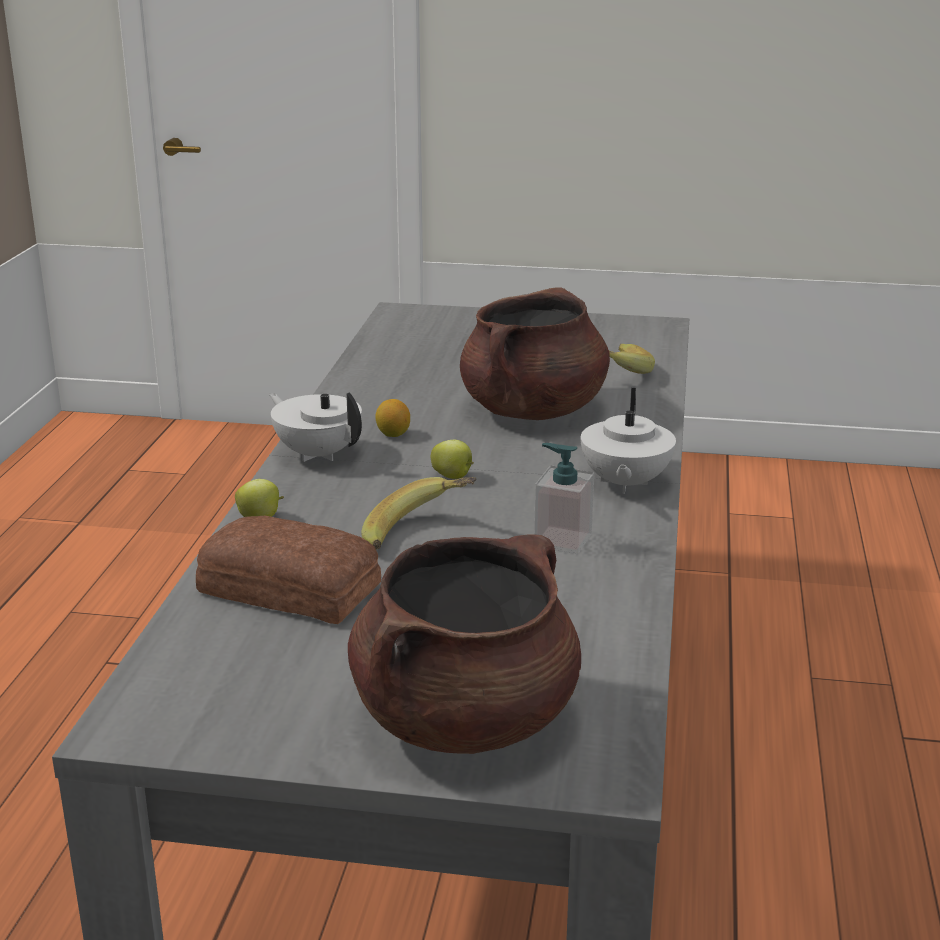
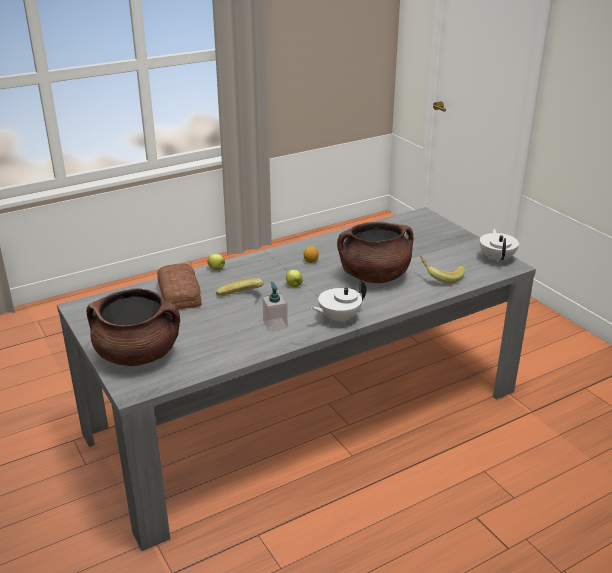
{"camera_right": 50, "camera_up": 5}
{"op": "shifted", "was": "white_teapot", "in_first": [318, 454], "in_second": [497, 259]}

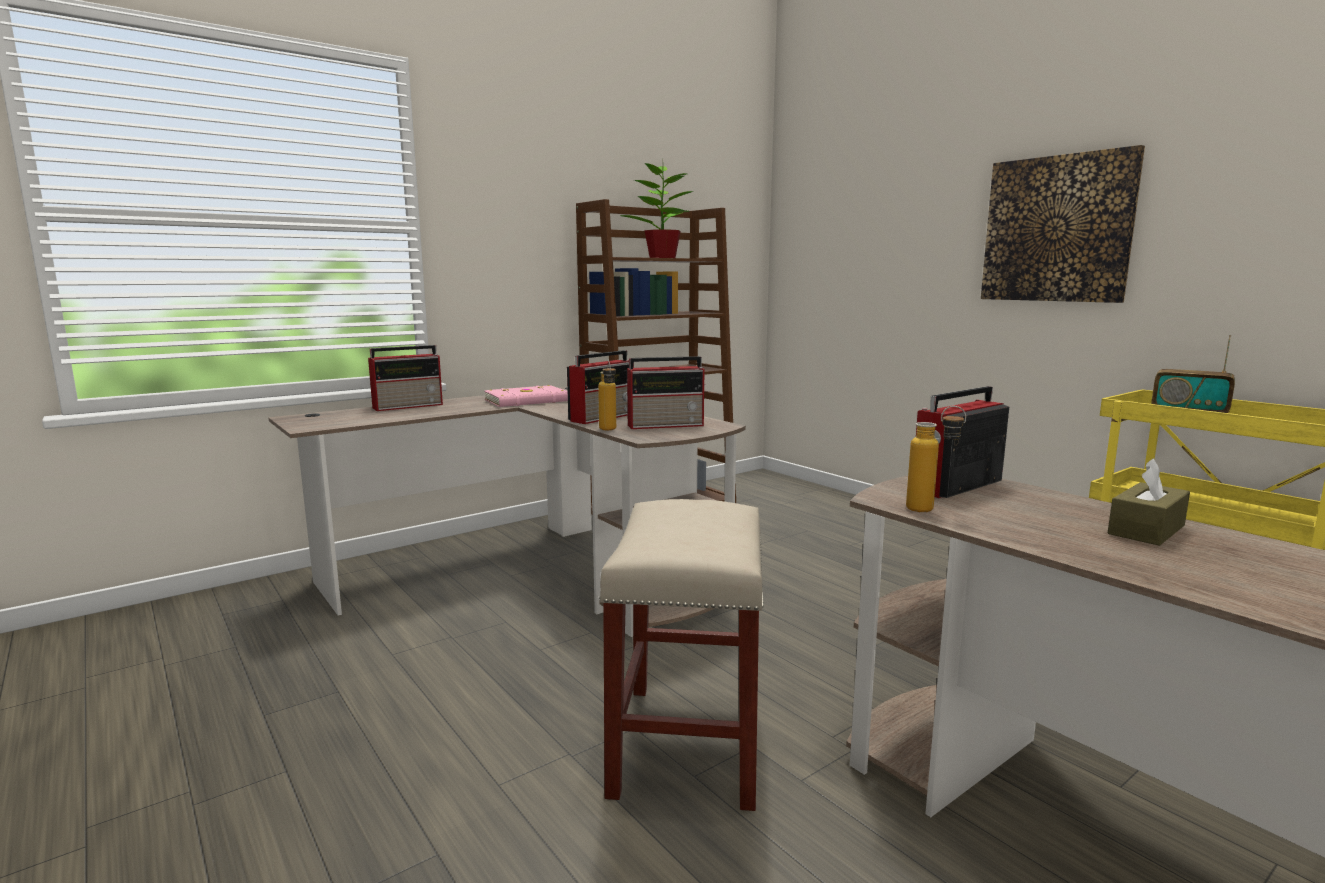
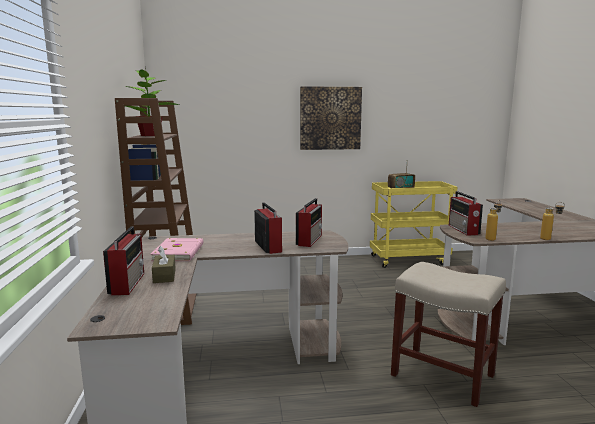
{"camera_right": -60, "camera_up": 0}
{"op": "shifted", "was": "bottle", "in_first": [608, 430], "in_second": [550, 239]}
{"op": "shifted", "was": "brown_tissue_box", "in_first": [1146, 530], "in_second": [164, 276]}

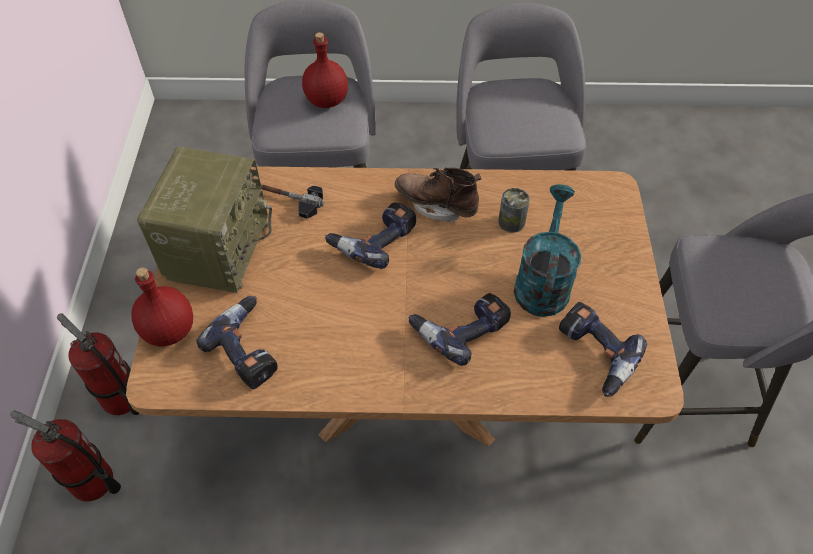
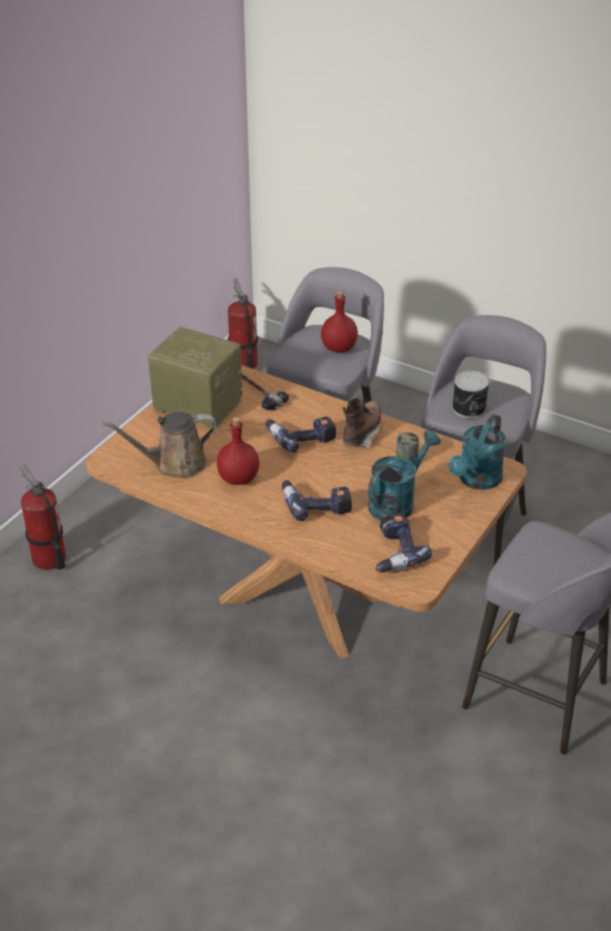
{"camera_right": 30, "camera_up": -15}
{"op": "new", "now": "turquoise_watering_can", "in_second": [476, 481]}
{"op": "new", "now": "can", "in_second": [469, 408]}
{"op": "shifted", "was": "fire_extinguisher", "in_first": [121, 398], "in_second": [243, 364]}
{"op": "shifted", "was": "red_bottle", "in_first": [169, 329], "in_second": [239, 478]}
{"op": "swapped", "was": "power_drill", "now": "brown_watering_can", "in_first": [249, 348], "in_second": [175, 464]}
{"op": "rotated", "was": "radio", "in_first": [217, 248], "in_second": [196, 406], "clockwise": -105}
{"op": "rotated", "was": "brown_boot", "in_first": [436, 205], "in_second": [361, 434], "clockwise": 60}

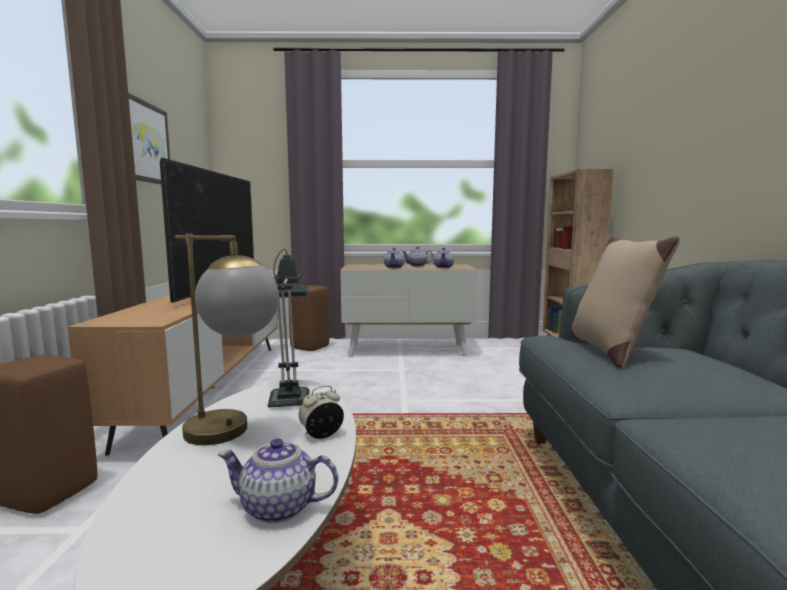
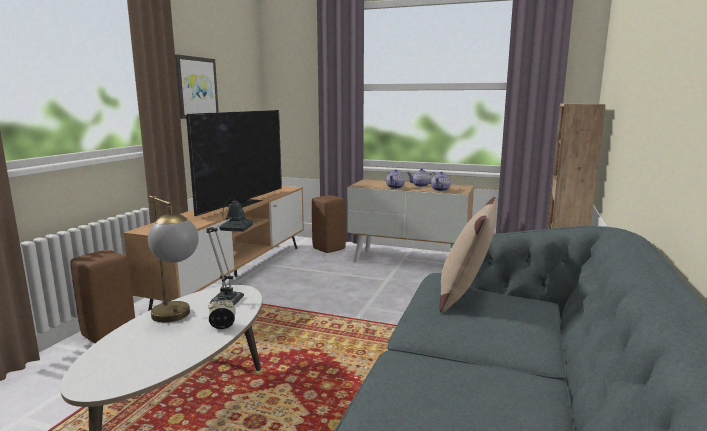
{"camera_right": 20, "camera_up": 5}
{"op": "gone", "was": "teapot", "in_first": [279, 508]}

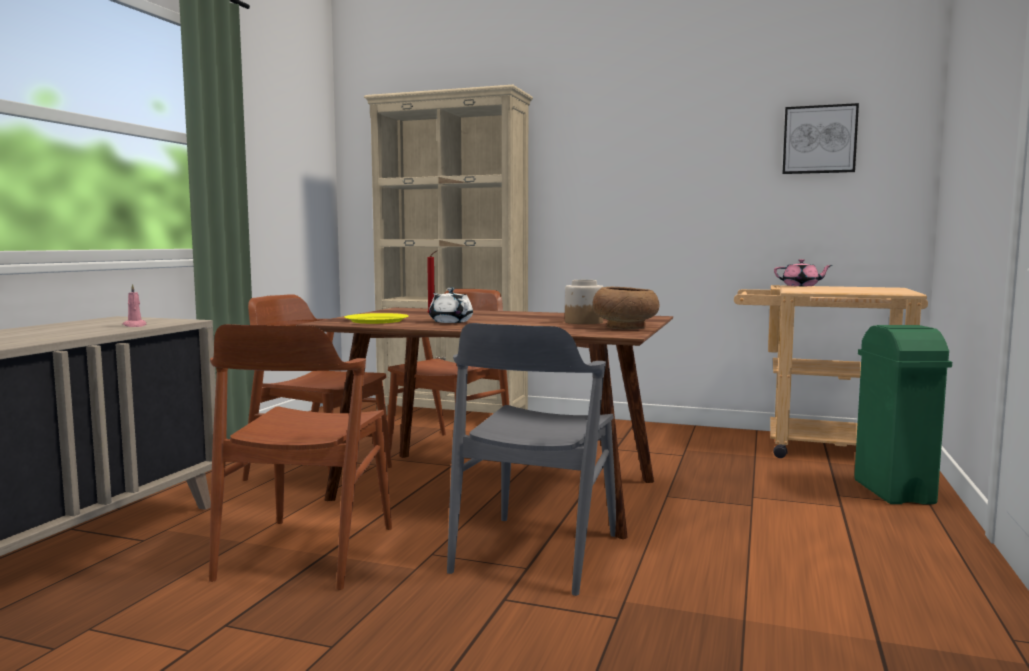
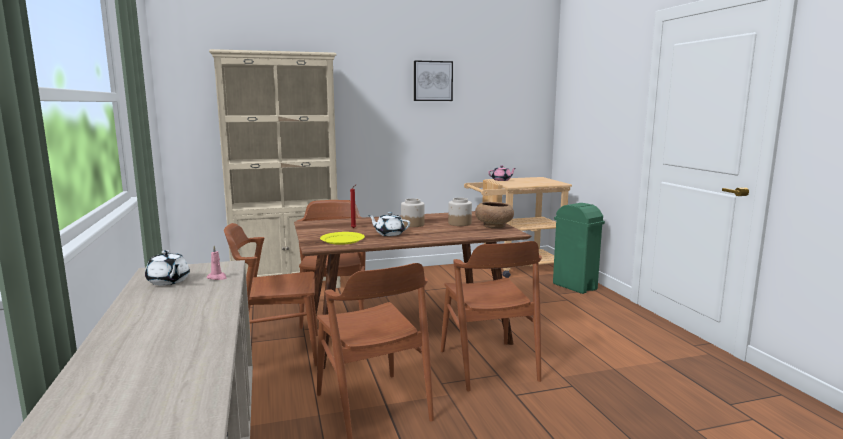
{"camera_right": -35, "camera_up": 5}
{"op": "new", "now": "white_teapot", "in_second": [168, 281]}
{"op": "new", "now": "jar", "in_second": [413, 224]}
{"op": "shifted", "was": "picture", "in_first": [819, 139], "in_second": [432, 81]}
{"op": "repainted", "was": "grey_chair", "now": "brown_chair", "in_first": [535, 553], "in_second": [488, 365]}

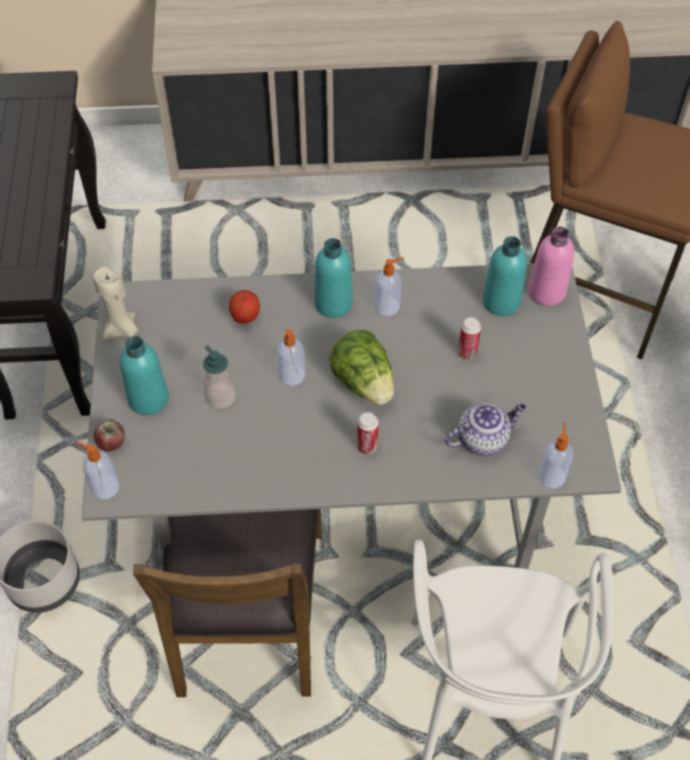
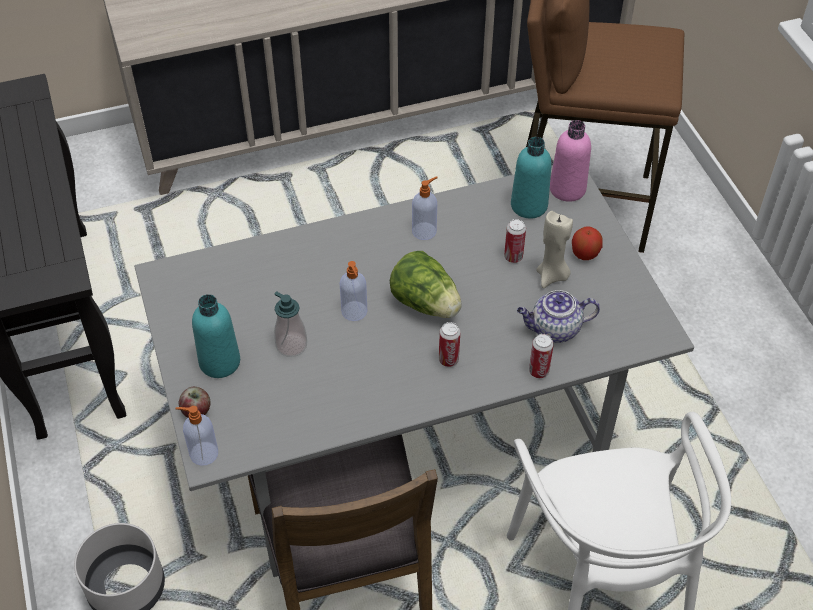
{"camera_right": -15, "camera_up": -5}
{"op": "gone", "was": "turquoise_bottle", "in_first": [333, 303]}
{"op": "gone", "was": "soap_dispenser", "in_first": [551, 475]}
{"op": "new", "now": "can", "in_second": [538, 371]}
{"op": "shifted", "was": "beige_candle", "in_first": [122, 330], "in_second": [552, 276]}
{"op": "shifted", "was": "apple", "in_first": [245, 316], "in_second": [585, 254]}
{"op": "rotated", "was": "teapot", "in_first": [483, 439], "in_second": [554, 329], "clockwise": -150}

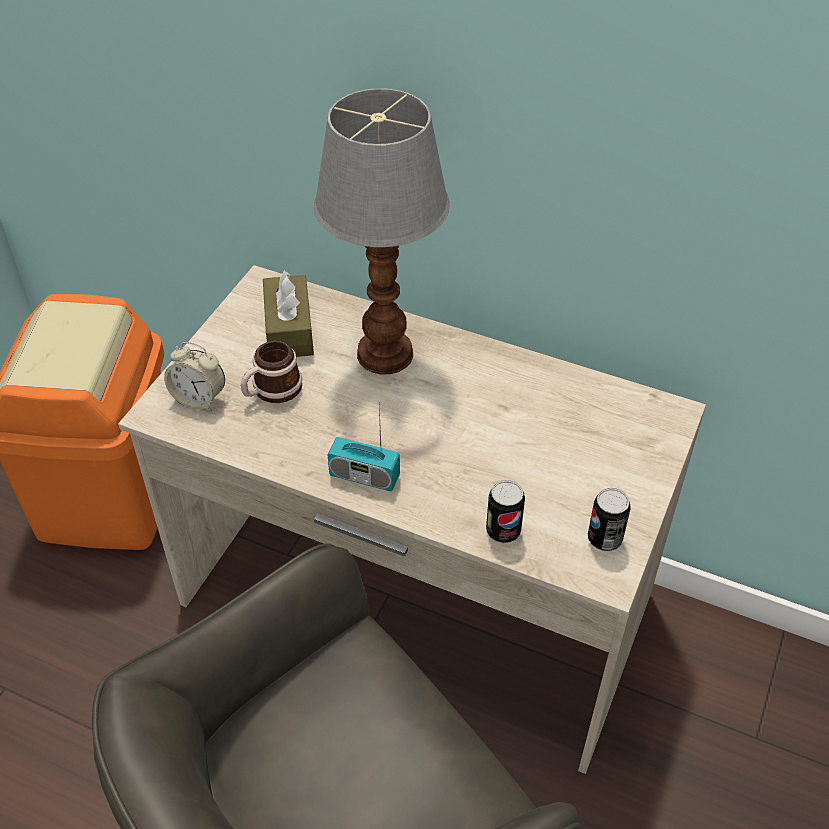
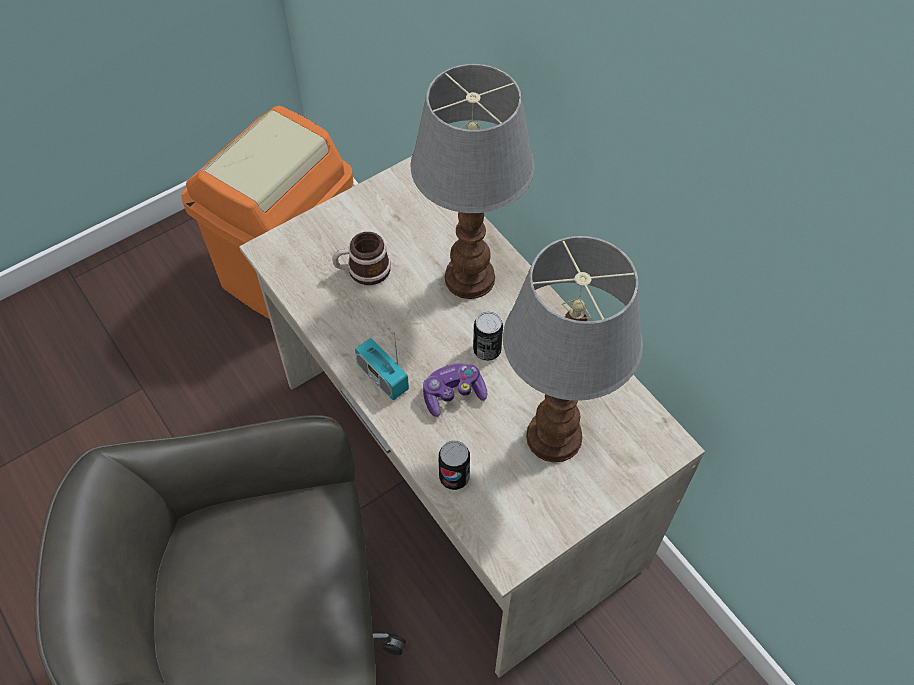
{"camera_right": 30, "camera_up": 10}
{"op": "gone", "was": "alarm_clock", "in_first": [199, 399]}
{"op": "gone", "was": "brown_tissue_box", "in_first": [289, 329]}
{"op": "new", "now": "game_controller", "in_second": [453, 394]}
{"op": "new", "now": "table_lamp", "in_second": [556, 438]}
{"op": "shifted", "was": "can", "in_first": [604, 539], "in_second": [487, 350]}

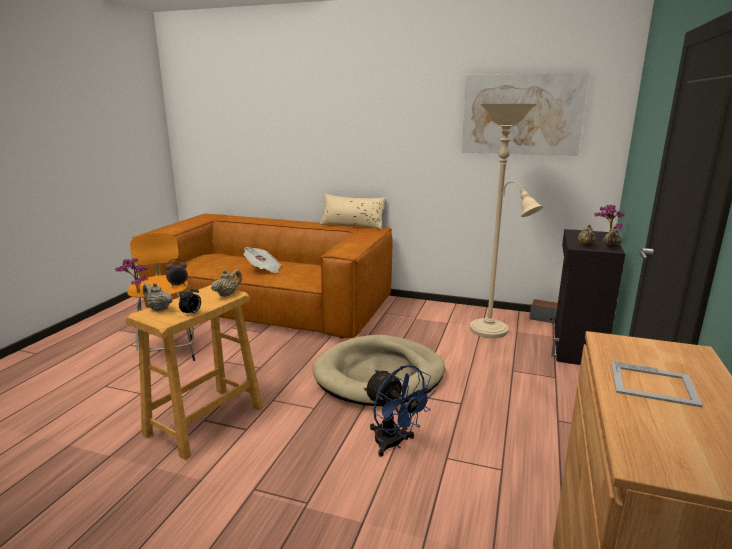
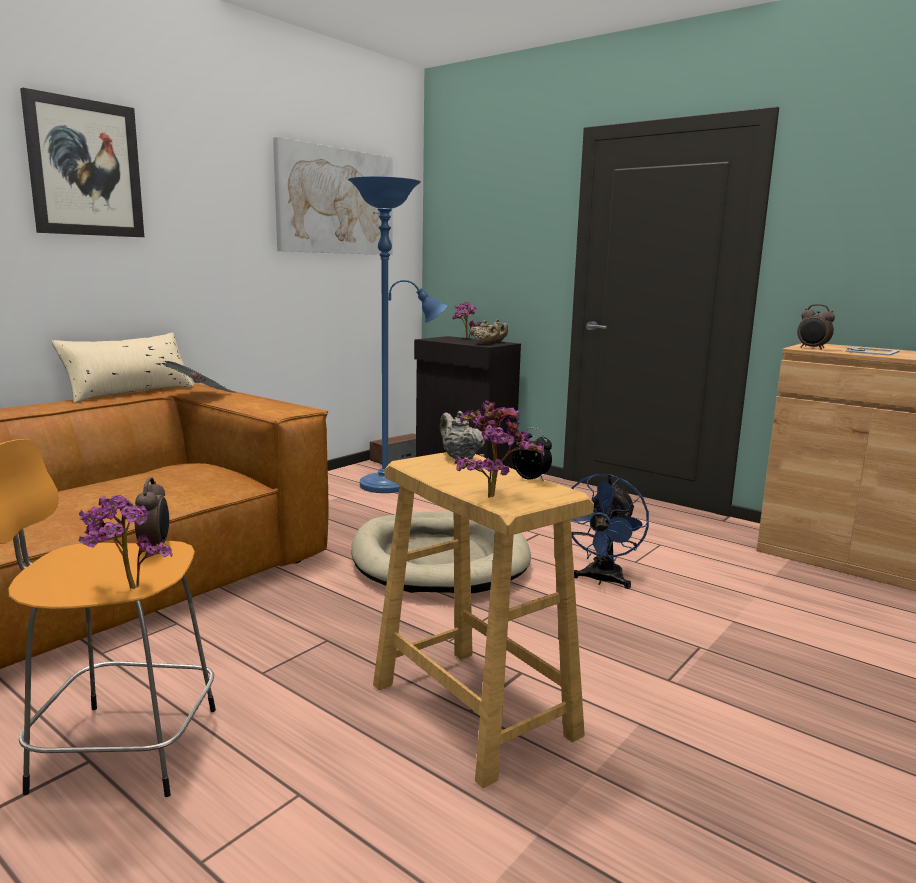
{"camera_right": -70, "camera_up": -5}
{"op": "new", "now": "picture", "in_second": [85, 168]}
{"op": "new", "now": "alarm_clock", "in_second": [812, 348]}
{"op": "shifted", "was": "newspaper", "in_first": [263, 269], "in_second": [201, 395]}
{"op": "swapped", "was": "beige_teapot", "now": "potted_plant", "in_first": [158, 309], "in_second": [492, 495]}
{"op": "repainted", "was": "beige_floor_lamp", "now": "blue_floor_lamp", "in_first": [492, 331], "in_second": [392, 485]}
{"op": "rotated", "was": "blue_fan", "in_first": [394, 444], "in_second": [601, 580], "clockwise": 135}

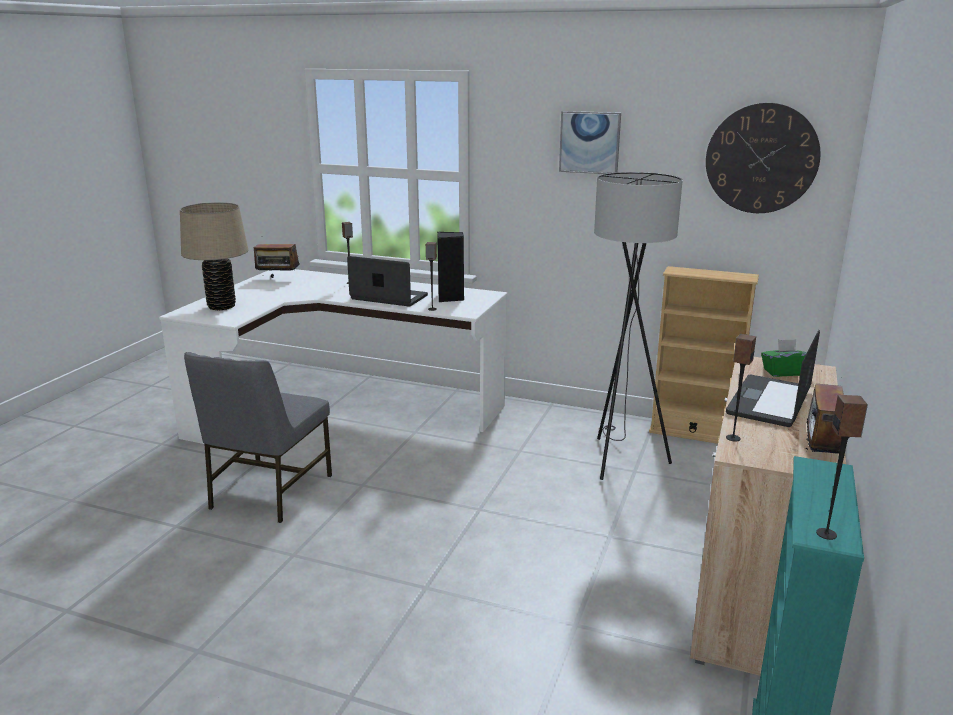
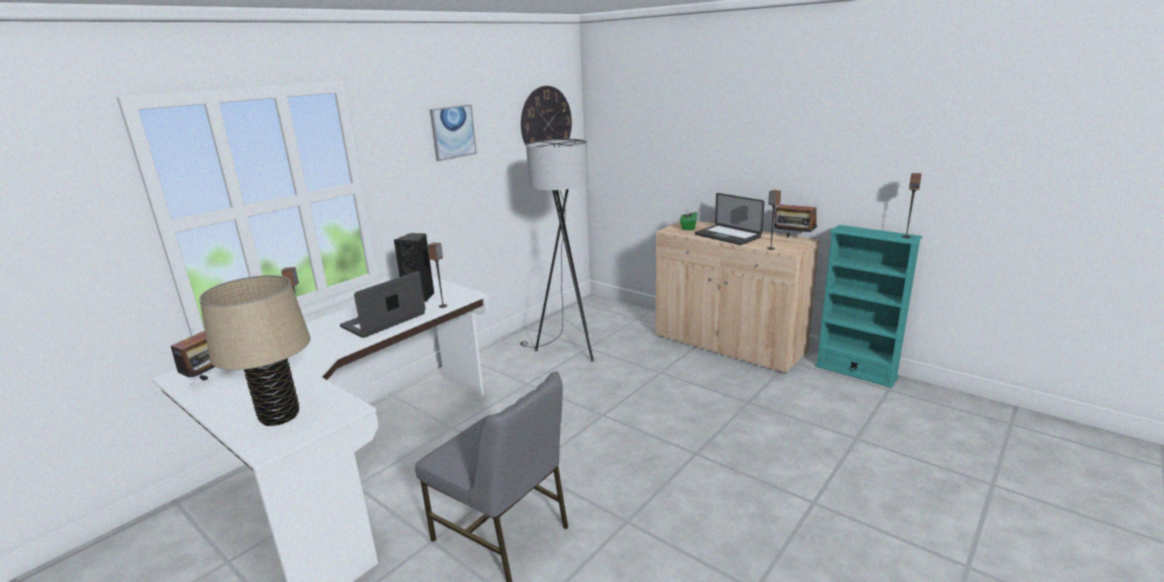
{"camera_right": -70, "camera_up": 0}
{"op": "gone", "was": "beige_bookcase", "in_first": [693, 433]}

